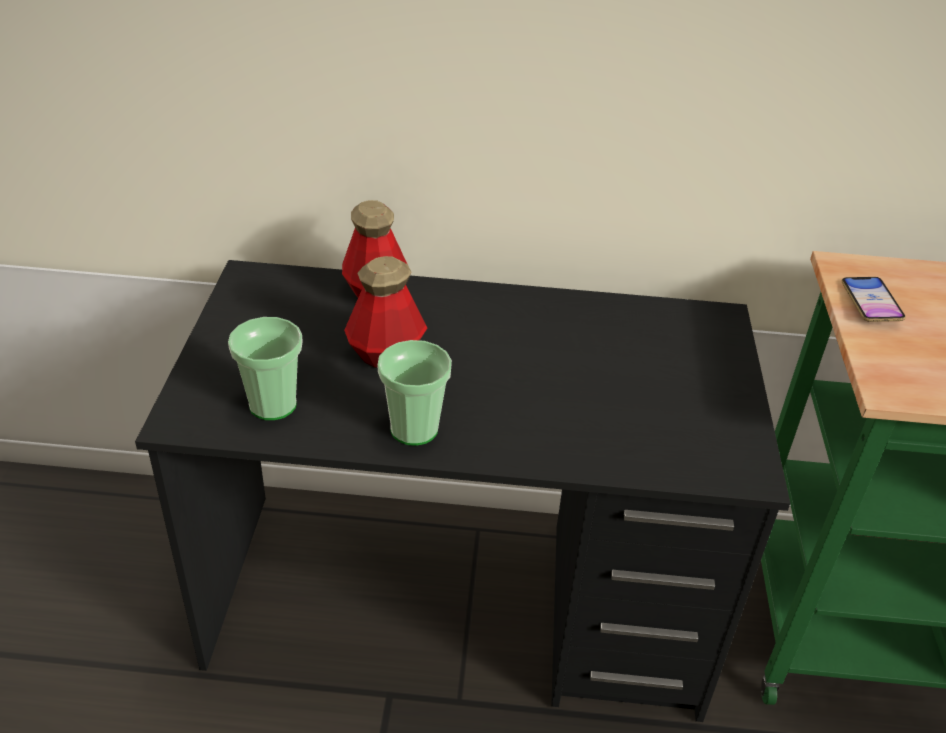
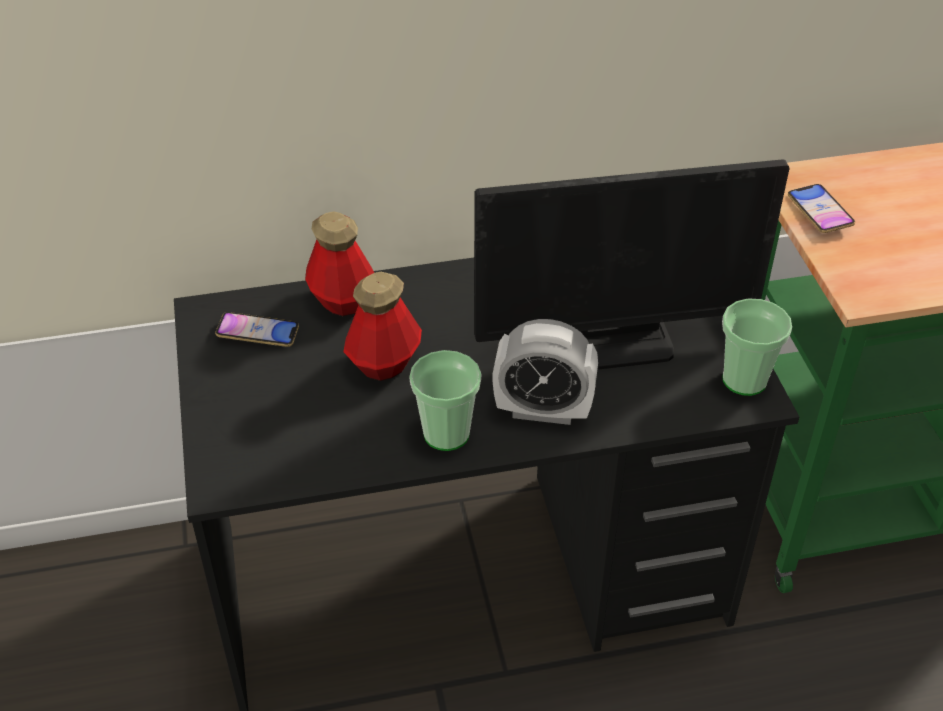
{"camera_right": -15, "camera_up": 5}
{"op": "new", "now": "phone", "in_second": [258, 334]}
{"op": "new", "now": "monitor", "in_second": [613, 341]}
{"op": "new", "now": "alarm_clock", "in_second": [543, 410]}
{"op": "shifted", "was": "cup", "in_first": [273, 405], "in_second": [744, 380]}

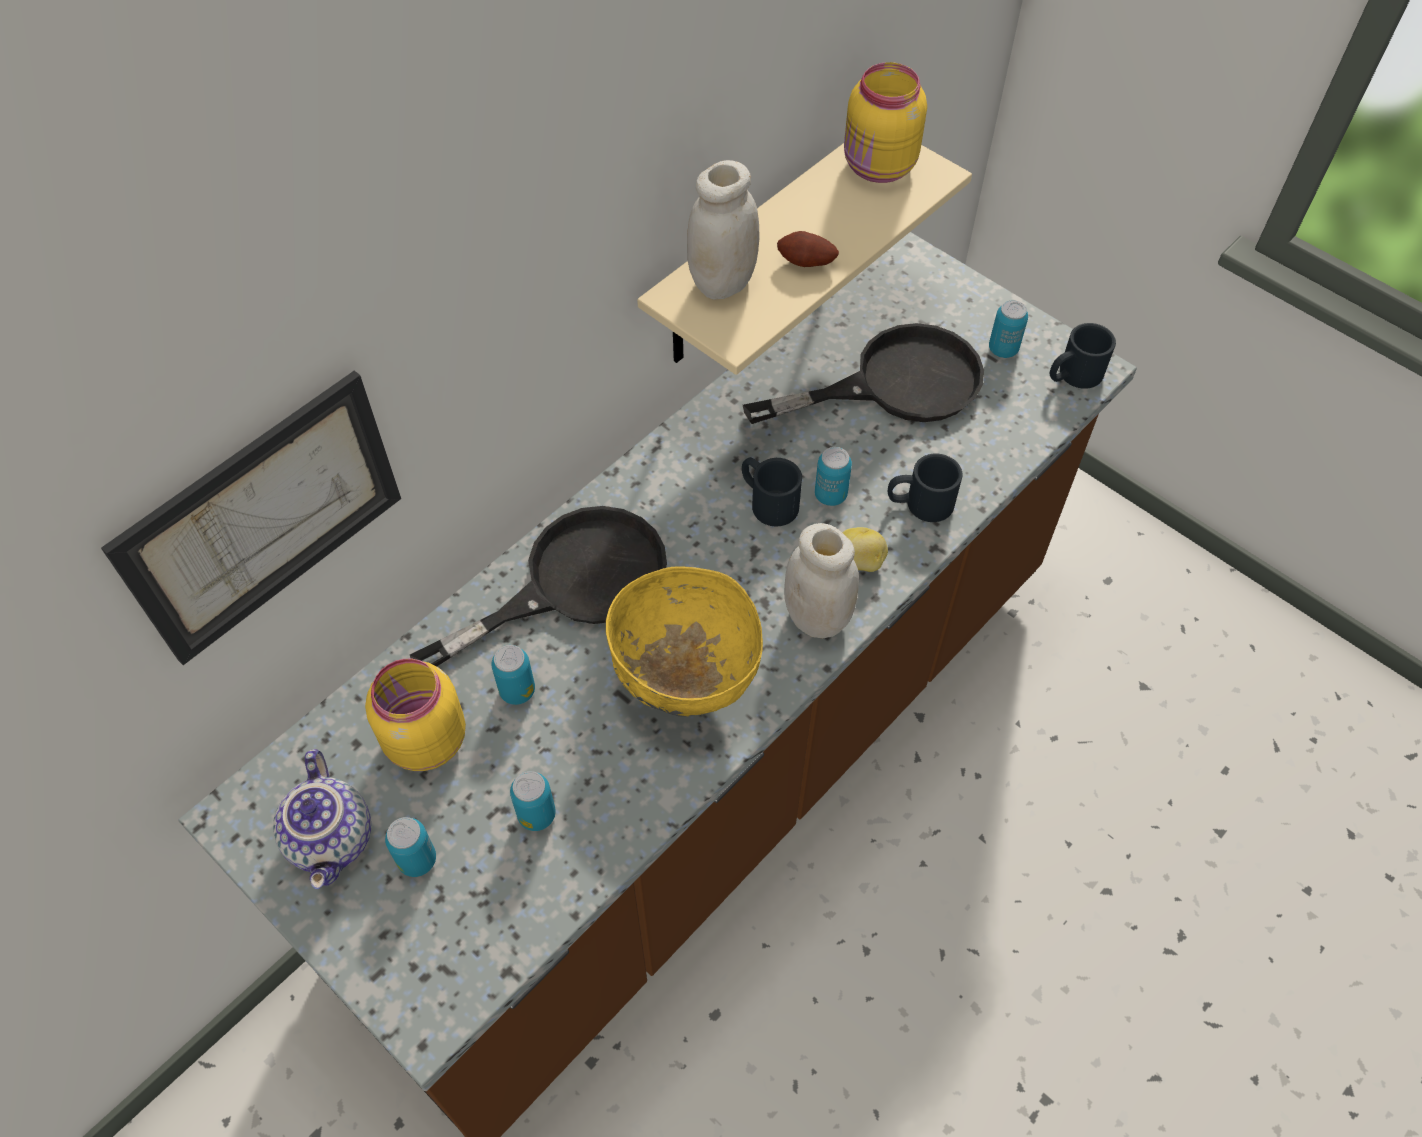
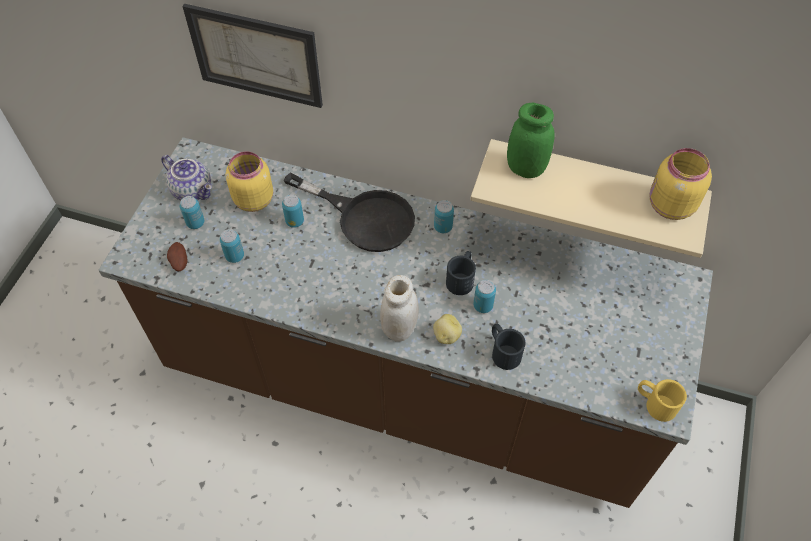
{"camera_right": 65, "camera_up": 0}
{"op": "gone", "was": "yellow_bowl", "in_first": [686, 685]}
{"op": "gone", "was": "black_frying_pan", "in_first": [895, 384]}
{"op": "shifted", "was": "potato", "in_first": [806, 264], "in_second": [179, 262]}
{"op": "shifted", "was": "can", "in_first": [1003, 349], "in_second": [443, 227]}
{"op": "repainted", "was": "white_jar", "now": "green_jar", "in_first": [723, 283], "in_second": [525, 168]}
{"op": "repainted", "was": "black_mug", "now": "yellow_mug", "in_first": [1073, 376], "in_second": [655, 403]}
{"op": "rotated", "was": "teapot", "in_first": [334, 839], "in_second": [193, 190], "clockwise": -105}

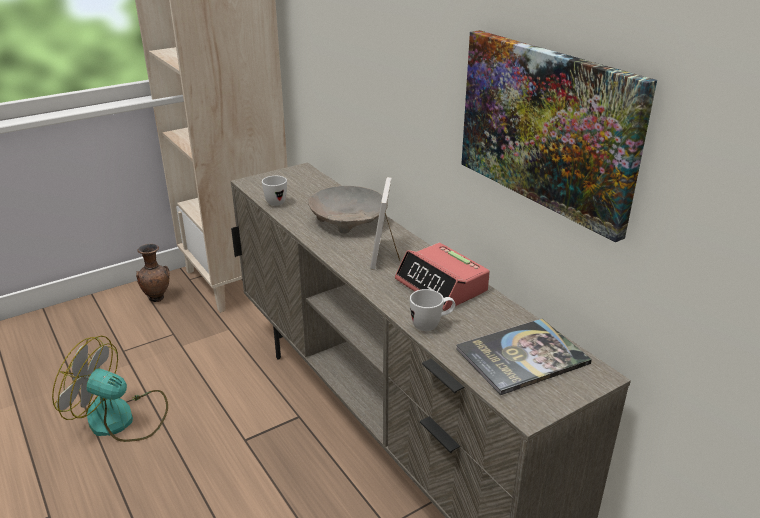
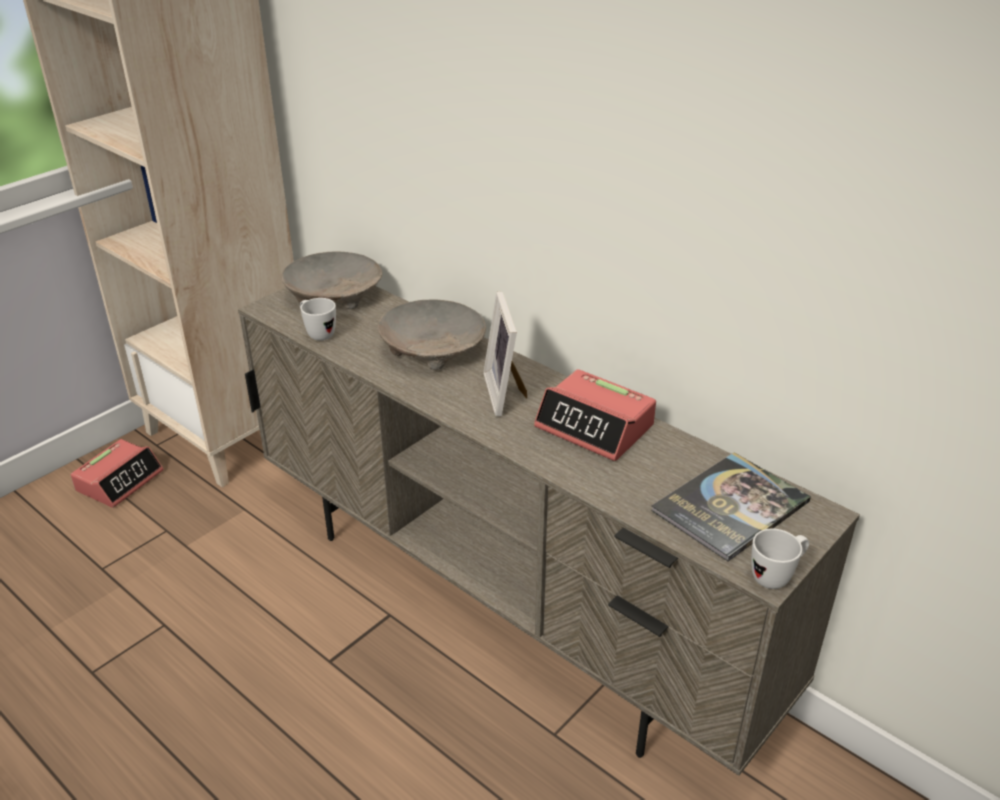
{"camera_right": -15, "camera_up": 5}
{"op": "gone", "was": "fan", "in_first": [121, 419]}
{"op": "gone", "was": "picture", "in_first": [547, 128]}
{"op": "new", "now": "beige_bowl", "in_second": [333, 295]}
{"op": "shifted", "was": "white_mug", "in_first": [431, 325], "in_second": [776, 576]}
{"op": "swapped", "was": "brown_vase", "now": "alarm_clock", "in_first": [157, 298], "in_second": [120, 480]}

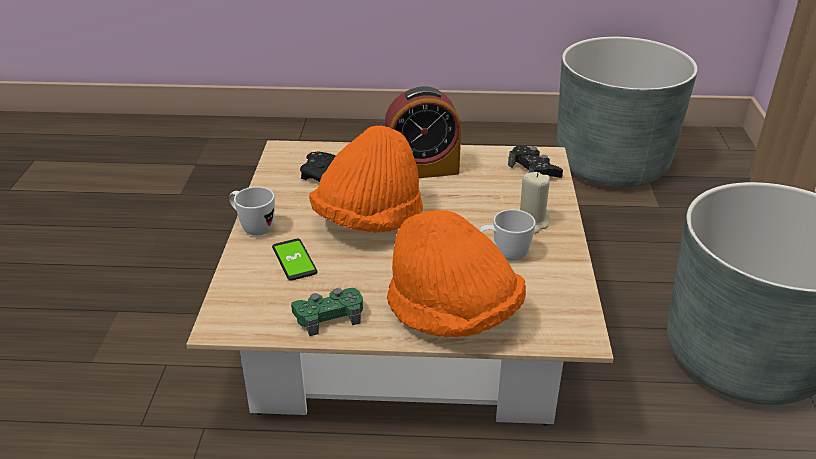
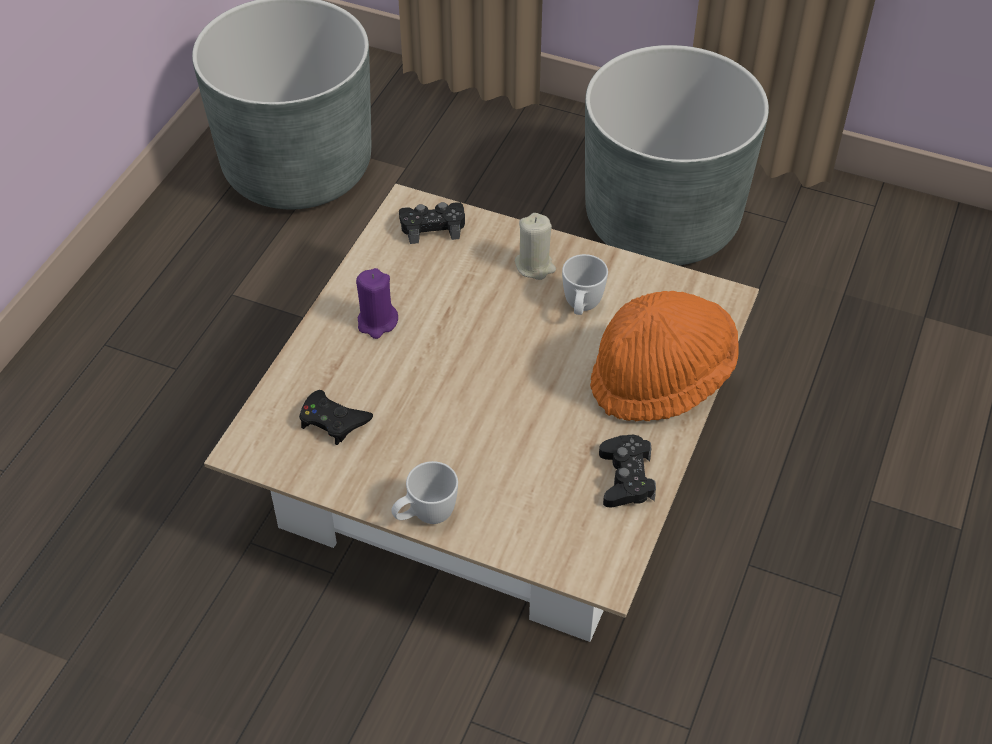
{"camera_right": -70, "camera_up": 15}
{"op": "gone", "was": "phone", "in_first": [294, 260]}
{"op": "gone", "was": "orange_hat", "in_first": [369, 220]}
{"op": "swapped", "was": "alarm_clock", "now": "purple_candle", "in_first": [422, 169], "in_second": [377, 322]}
{"op": "repainted", "was": "green_game_controller", "now": "black_game_controller", "in_first": [329, 316], "in_second": [626, 478]}

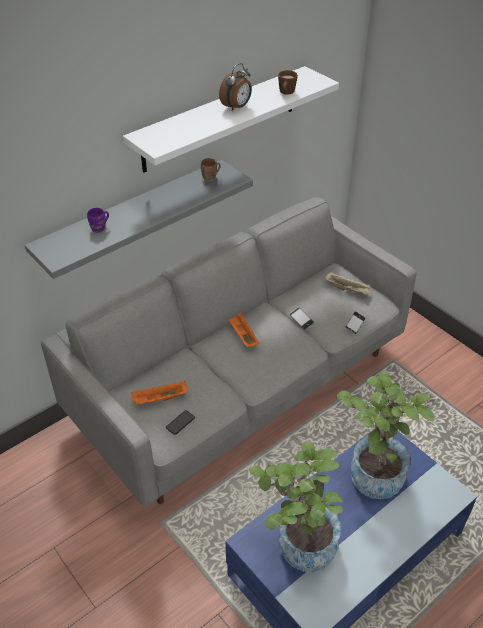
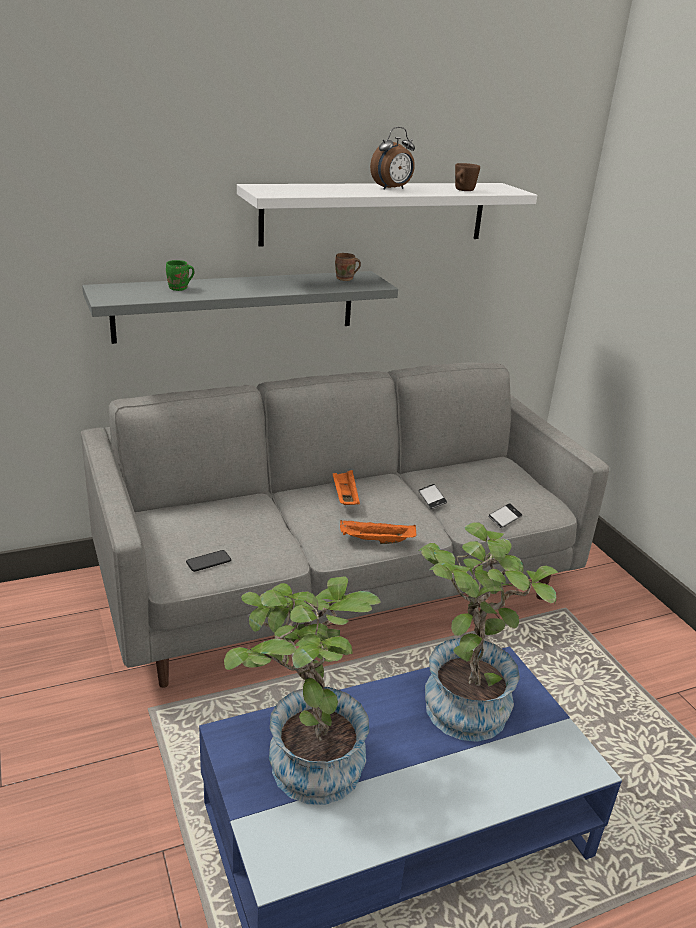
{"camera_right": 15, "camera_up": -15}
{"op": "gone", "was": "beige_tray", "in_first": [347, 289]}
{"op": "shifted", "was": "orange_tray", "in_first": [159, 399], "in_second": [375, 541]}
{"op": "repainted", "was": "purple_mug", "now": "green_mug", "in_first": [99, 228], "in_second": [179, 288]}

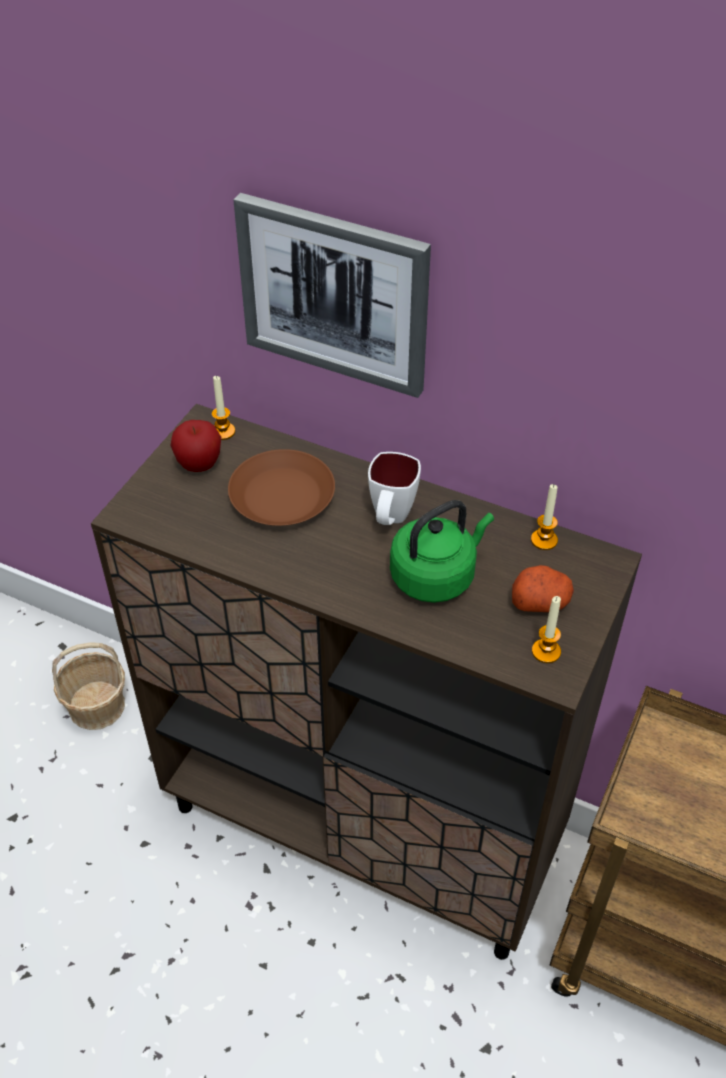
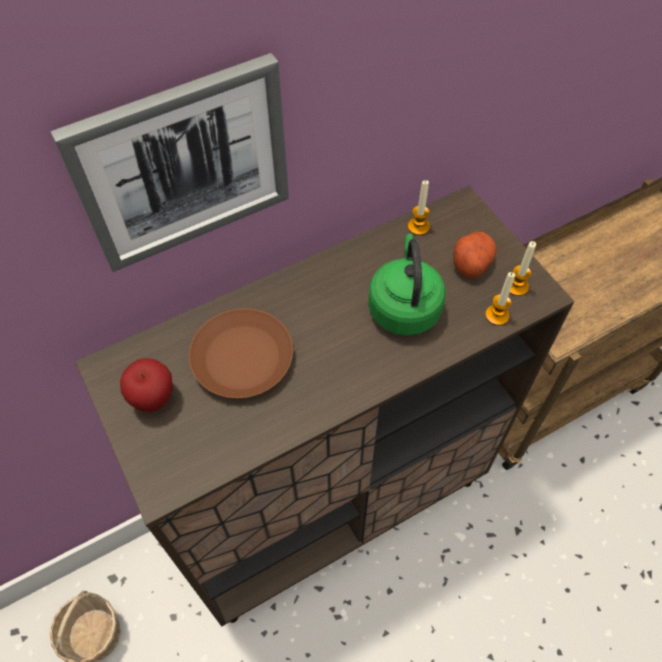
{"camera_right": -55, "camera_up": 10}
{"op": "gone", "was": "white_mug", "in_first": [390, 519]}
{"op": "shifted", "was": "candle", "in_first": [223, 431], "in_second": [497, 315]}

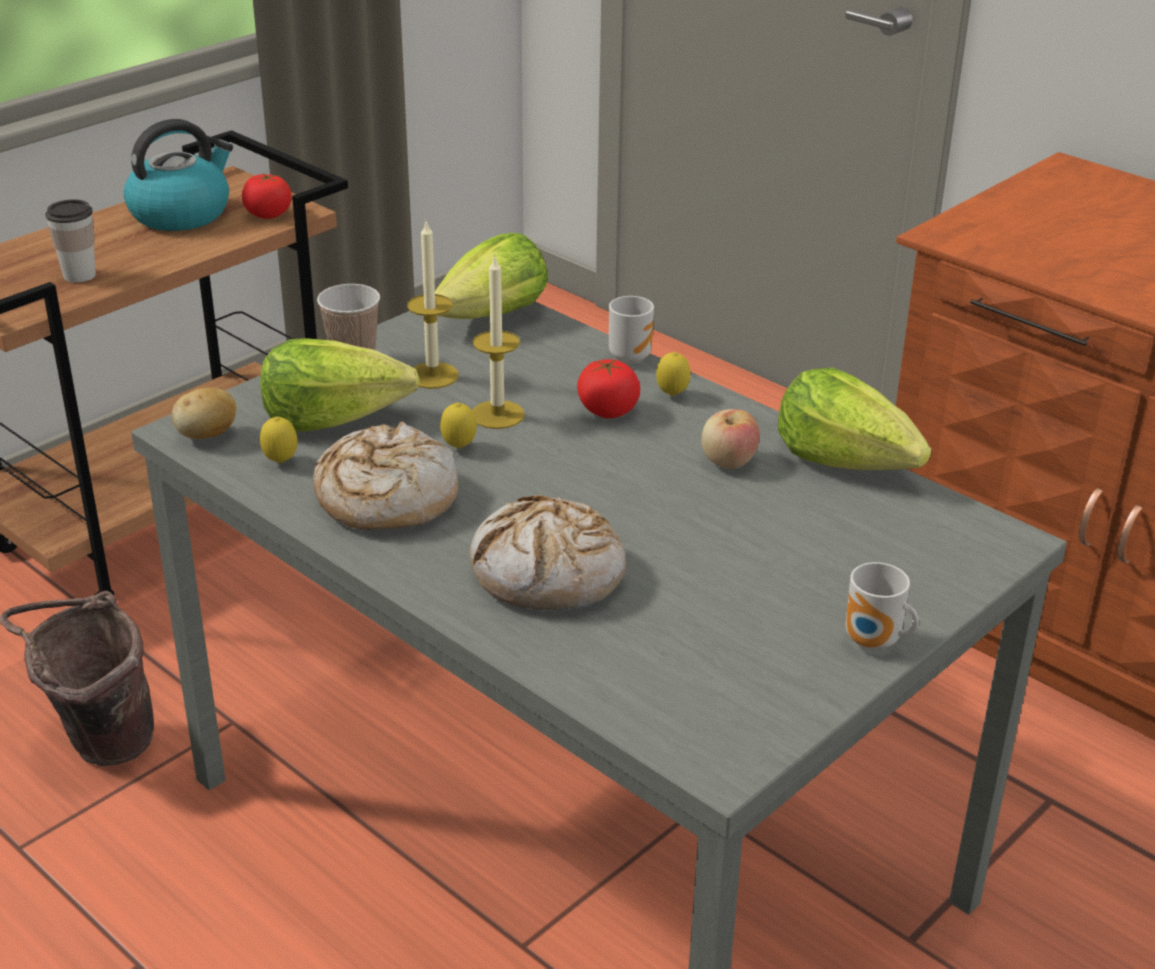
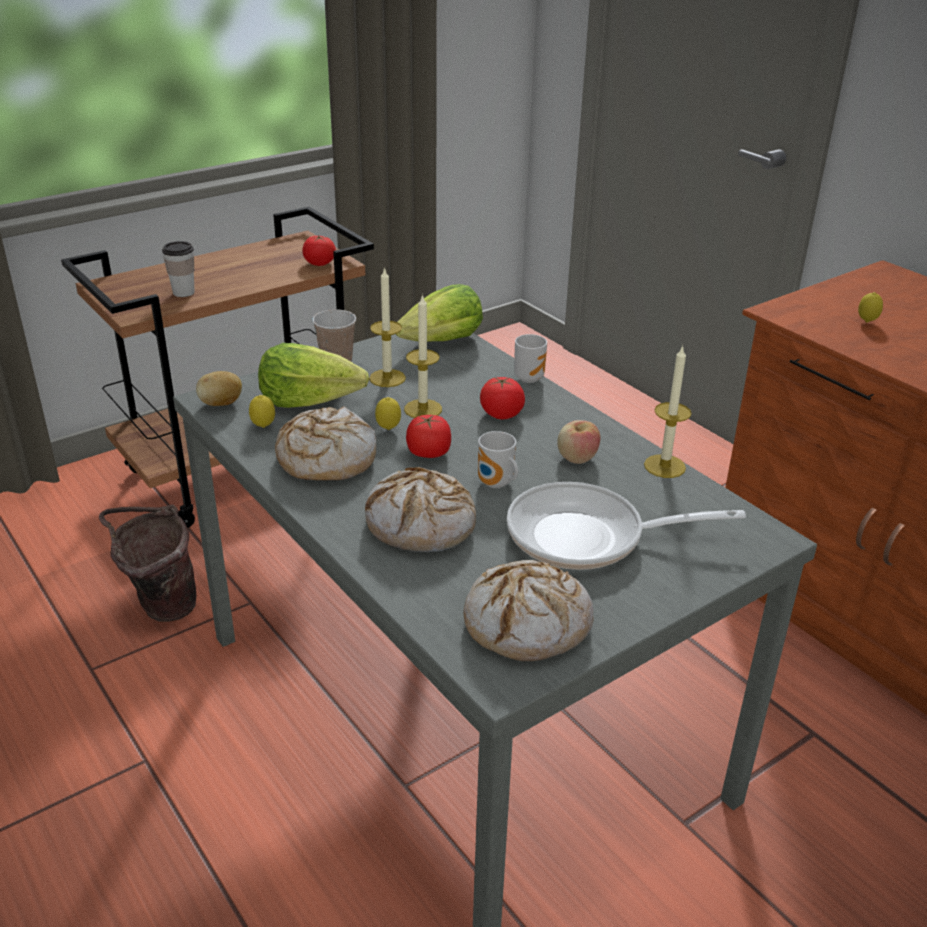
{"camera_right": 10, "camera_up": 0}
{"op": "gone", "was": "kettle", "in_first": [181, 213]}
{"op": "new", "now": "tomato", "in_second": [428, 453]}
{"op": "new", "now": "bread", "in_second": [528, 624]}
{"op": "new", "now": "frying_pan", "in_second": [587, 537]}
{"op": "shifted", "was": "lemon", "in_first": [672, 395], "in_second": [866, 322]}
{"op": "shifted", "was": "mug", "in_first": [874, 644], "in_second": [496, 484]}
{"op": "swapped", "was": "lettuce", "now": "candle", "in_first": [846, 460], "in_second": [664, 466]}

